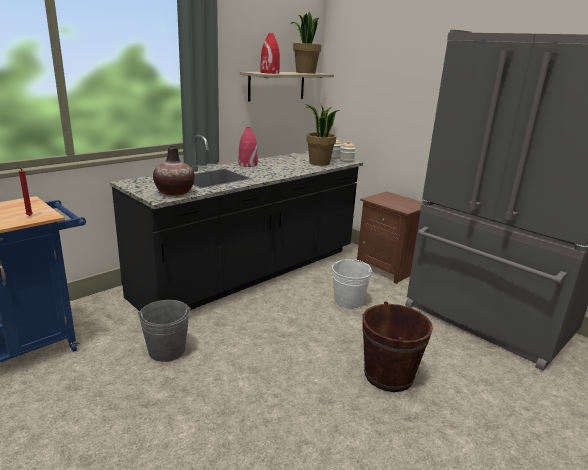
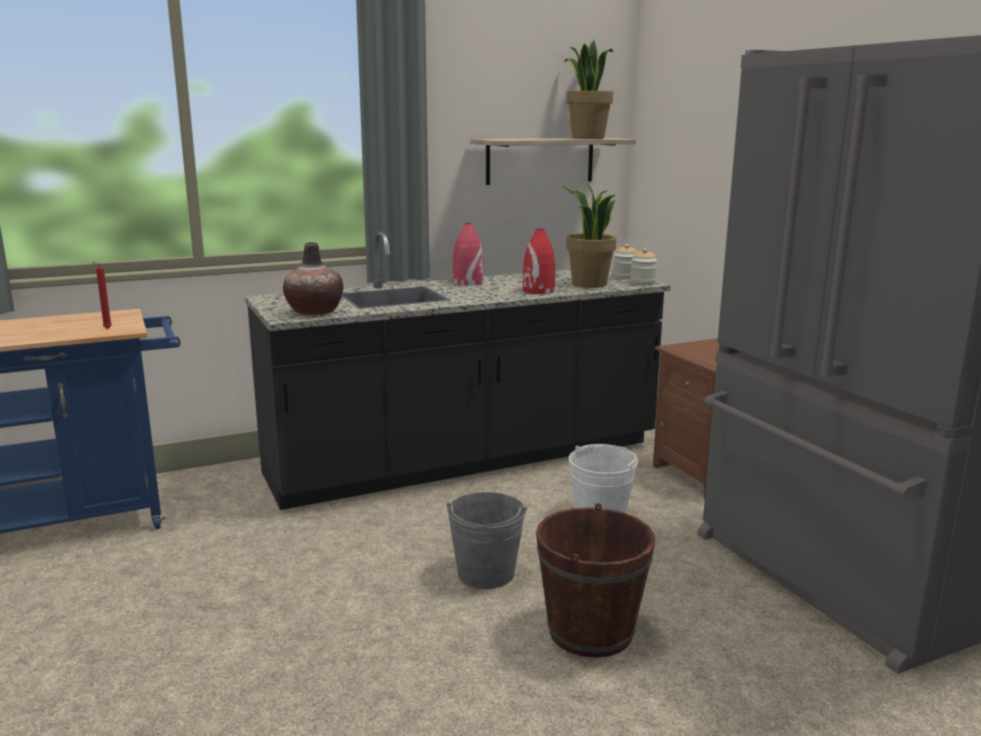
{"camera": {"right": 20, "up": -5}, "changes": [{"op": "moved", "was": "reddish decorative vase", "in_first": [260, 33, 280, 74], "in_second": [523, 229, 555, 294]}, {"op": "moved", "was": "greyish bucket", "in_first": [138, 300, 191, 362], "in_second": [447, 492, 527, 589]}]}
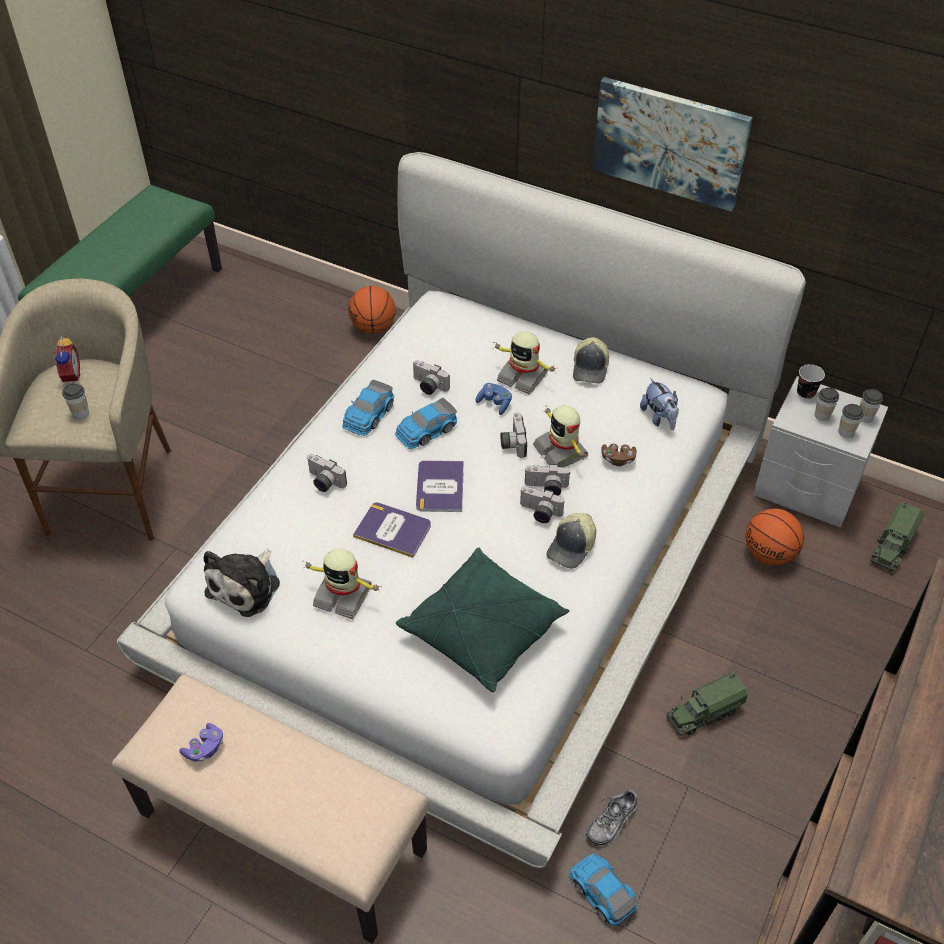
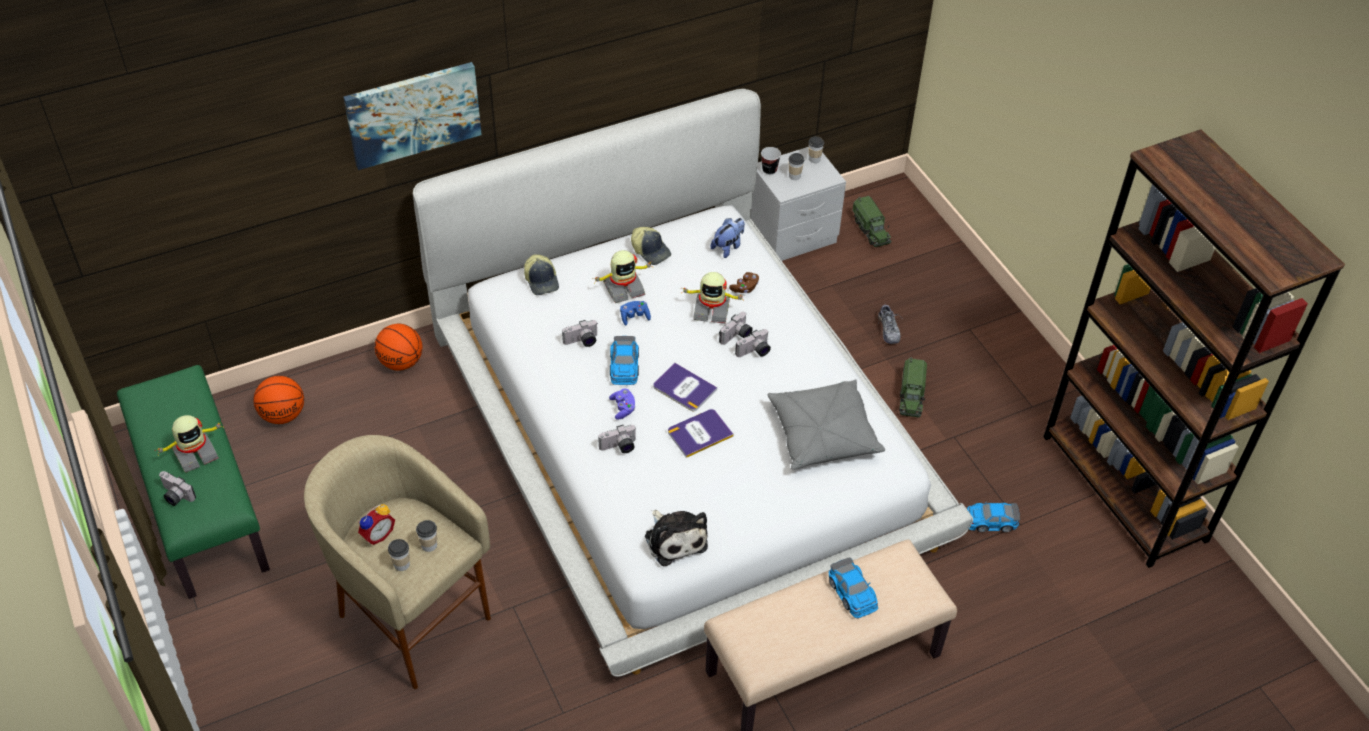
{"camera": {"right": -55, "up": 0}, "changes": [{"op": "moved", "was": "wall picture", "in_first": [592, 77, 753, 211], "in_second": [343, 62, 482, 170]}, {"op": "turned", "was": "bedside clock", "in_first": [52, 336, 80, 383], "in_second": [358, 504, 395, 545], "clockwise": 105}, {"op": "turned", "was": "soft toy", "in_first": [640, 378, 679, 430], "in_second": [711, 218, 745, 258], "clockwise": -60}, {"op": "moved", "was": "model car", "in_first": [342, 380, 394, 436], "in_second": [829, 557, 878, 618]}, {"op": "moved", "was": "small cup", "in_first": [838, 404, 863, 438], "in_second": [388, 539, 410, 571]}, {"op": "moved", "was": "still camera", "in_first": [501, 412, 527, 458], "in_second": [159, 471, 196, 506]}, {"op": "moved", "was": "ball for basketball", "in_first": [746, 508, 804, 565], "in_second": [253, 376, 304, 424]}, {"op": "moved", "was": "baseball cap", "in_first": [546, 513, 596, 569], "in_second": [524, 254, 559, 295]}, {"op": "recoloured", "was": "green cushion", "now": "greyish cushion", "in_first": [396, 547, 570, 692], "in_second": [767, 379, 885, 470]}, {"op": "moved", "was": "toy robot", "in_first": [303, 549, 382, 619], "in_second": [158, 415, 223, 473]}, {"op": "moved", "was": "purple-coloured joypad", "in_first": [179, 723, 223, 762], "in_second": [609, 389, 635, 419]}, {"op": "moved", "was": "item of footwear", "in_first": [586, 789, 638, 845], "in_second": [878, 305, 903, 344]}]}
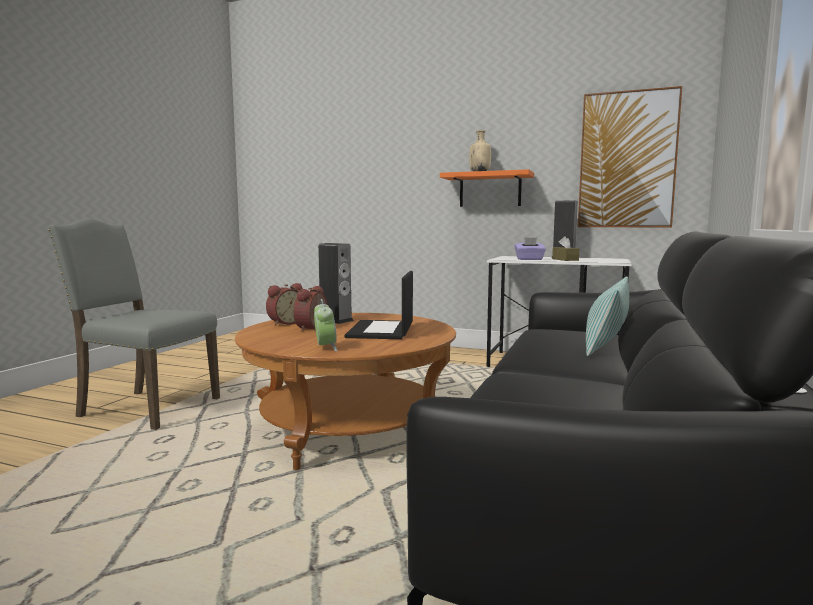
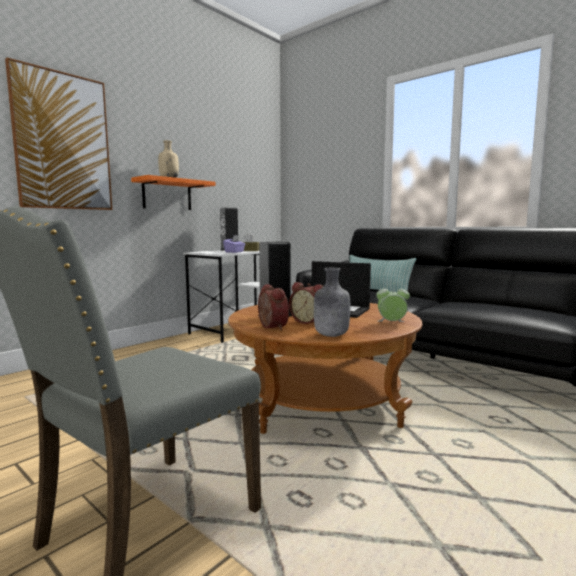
{"camera": {"right": -70, "up": 0}, "changes": [{"op": "moved", "was": "wall picture", "in_first": [578, 86, 682, 227], "in_second": [5, 58, 112, 210]}, {"op": "added", "now": "greyish beverage bottle", "in_second": [314, 268, 350, 337]}]}
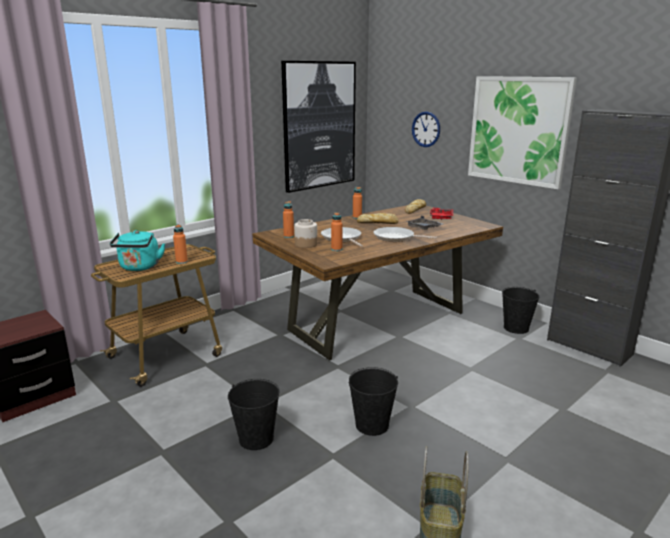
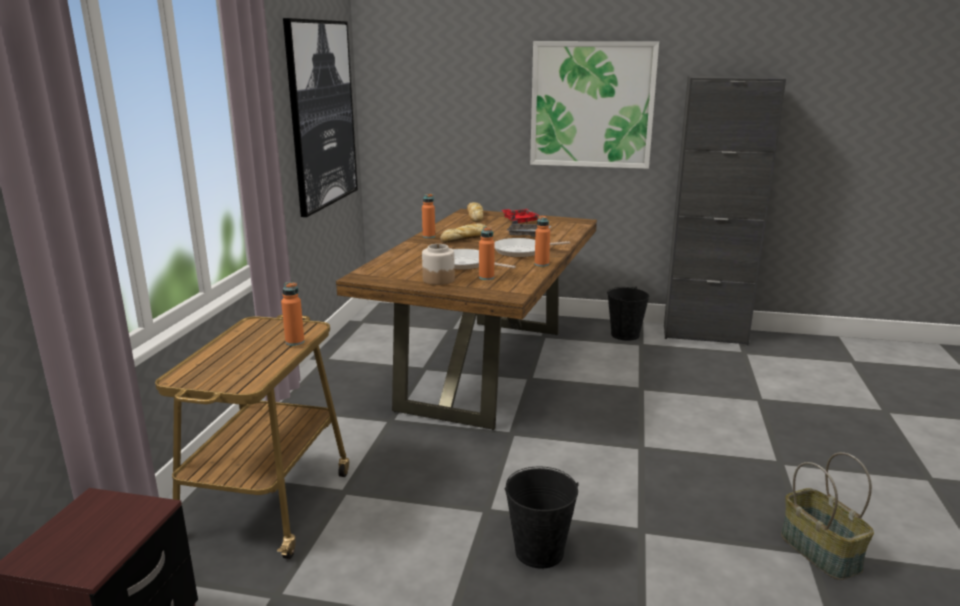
{"camera": {"right": -35, "up": 0}, "changes": [{"op": "removed", "was": "wall clock", "in_first": [412, 112, 440, 147]}, {"op": "moved", "was": "orange-coloured beverage bottle", "in_first": [283, 201, 294, 238], "in_second": [535, 215, 550, 267]}, {"op": "removed", "was": "blue-green tea kettle", "in_first": [110, 230, 165, 271]}, {"op": "removed", "was": "blackish bucket", "in_first": [348, 367, 398, 436]}]}
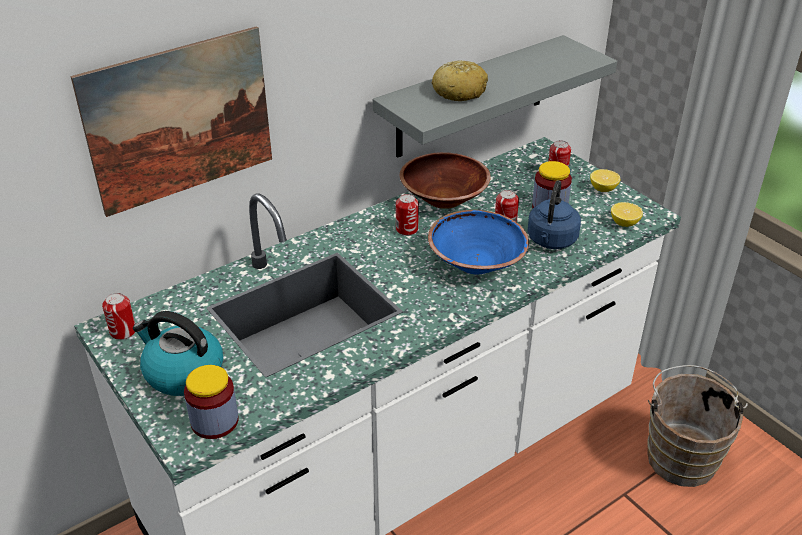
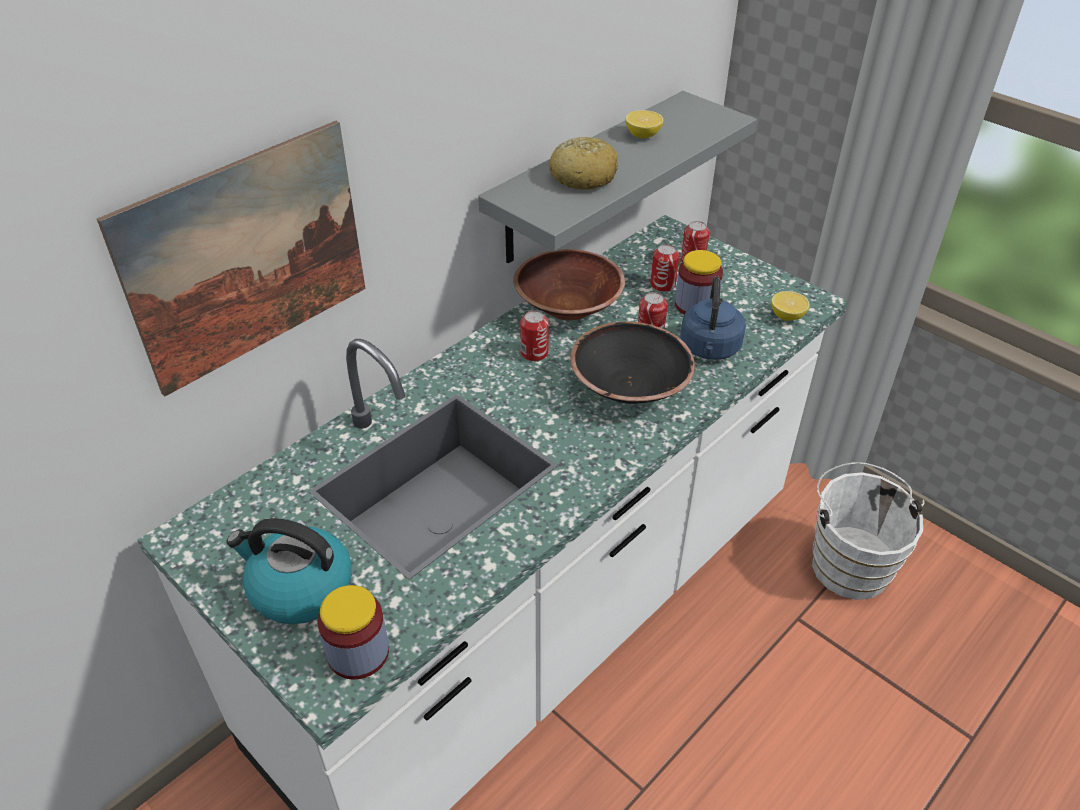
{"camera": {"right": -10, "up": 5}, "changes": [{"op": "moved", "was": "citrus fruit", "in_first": [590, 169, 620, 192], "in_second": [626, 110, 663, 139]}, {"op": "recoloured", "was": "blue bowl", "now": "blackish bowl", "in_first": [428, 210, 529, 274], "in_second": [570, 321, 695, 404]}, {"op": "moved", "was": "sealed can", "in_first": [102, 293, 135, 340], "in_second": [650, 244, 679, 292]}, {"op": "recoloured", "was": "brown-coloured bucket", "now": "whitish bucket", "in_first": [647, 365, 748, 487], "in_second": [812, 462, 925, 600]}]}
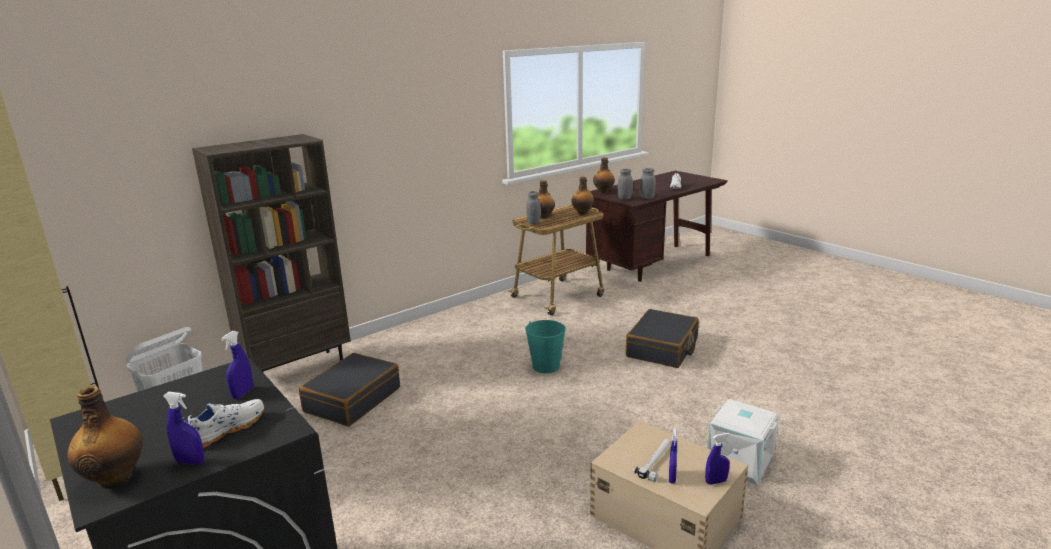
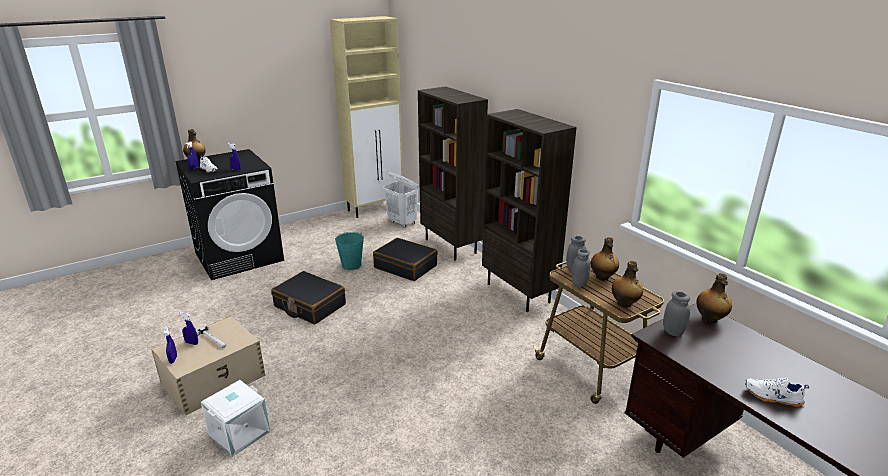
{"camera": {"right": 95, "up": 5}, "changes": [{"op": "moved", "was": "greyish jar", "in_first": [640, 168, 656, 199], "in_second": [572, 249, 590, 287]}, {"op": "moved", "was": "blackish travel case", "in_first": [626, 309, 699, 368], "in_second": [271, 271, 346, 325]}, {"op": "moved", "was": "blue-green bucket", "in_first": [525, 320, 566, 373], "in_second": [335, 232, 364, 270]}, {"op": "added", "now": "brown-coloured shelving unit", "in_second": [482, 109, 577, 312]}]}
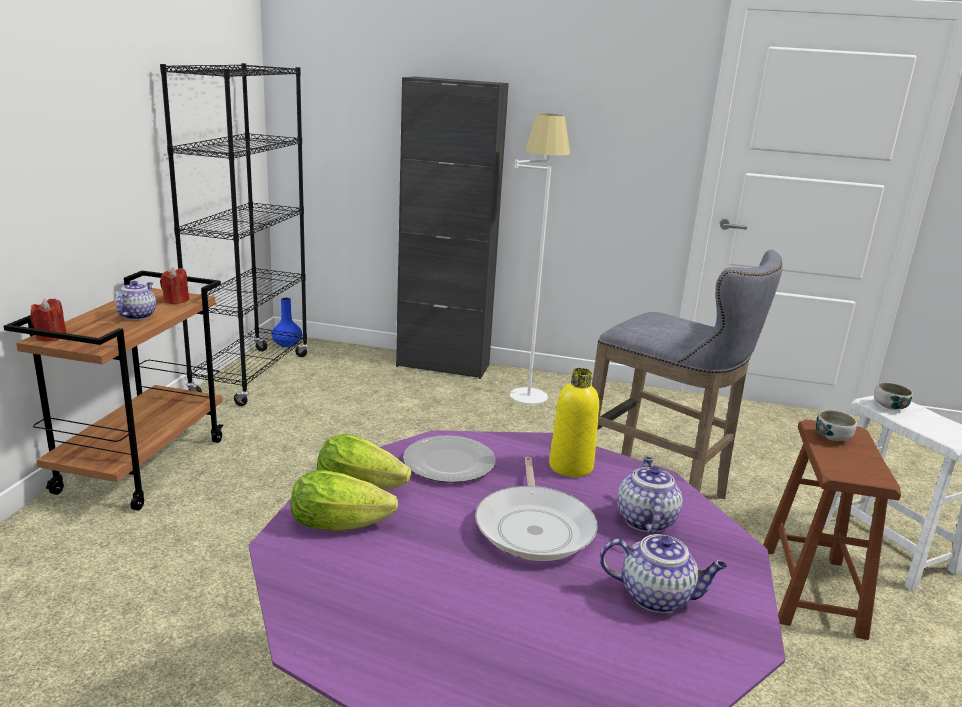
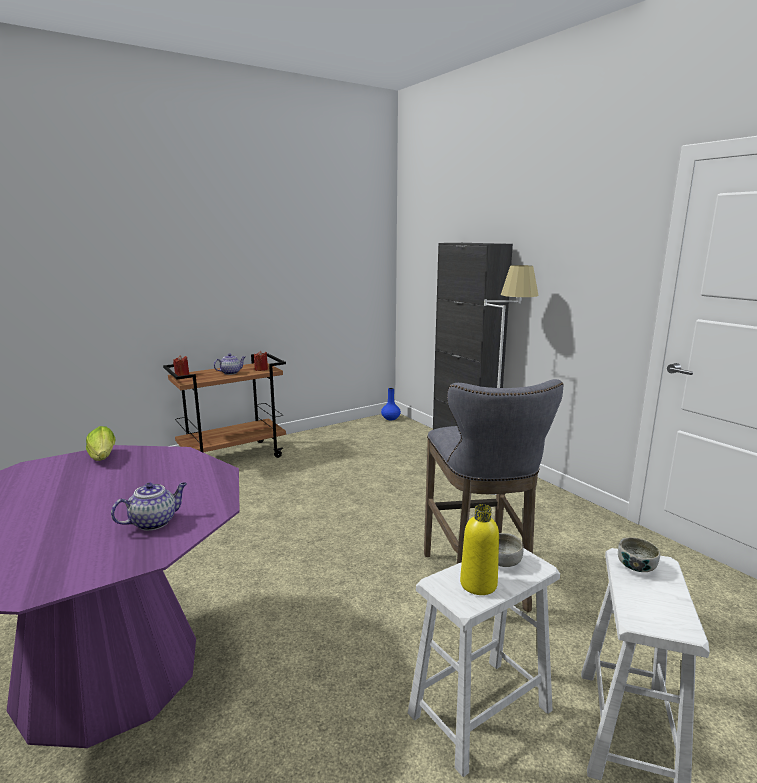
{"camera": {"right": 45, "up": -5}, "changes": [{"op": "removed", "was": "blackish shelving unit", "in_first": [160, 63, 309, 406]}, {"op": "moved", "was": "yellow-coloured beverage bottle", "in_first": [549, 368, 599, 477], "in_second": [460, 504, 499, 595]}, {"op": "recoloured", "was": "brown-coloured stool", "now": "whitish stool", "in_first": [763, 419, 901, 640], "in_second": [408, 548, 560, 777]}, {"op": "removed", "was": "plate", "in_first": [403, 436, 496, 482]}, {"op": "removed", "was": "frying pan", "in_first": [475, 457, 598, 561]}, {"op": "removed", "was": "lettuce", "in_first": [291, 470, 398, 531]}, {"op": "removed", "was": "tea pot", "in_first": [600, 534, 727, 613]}]}
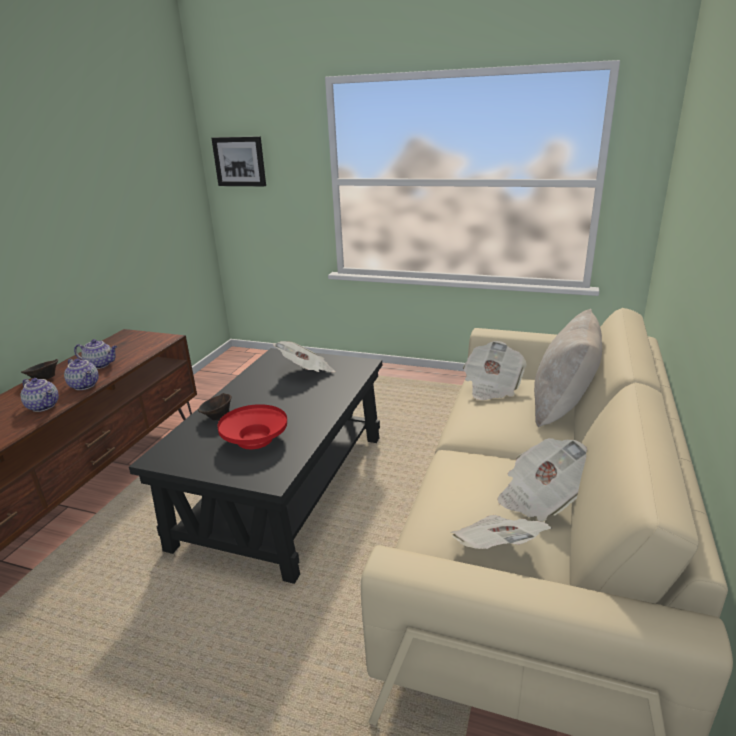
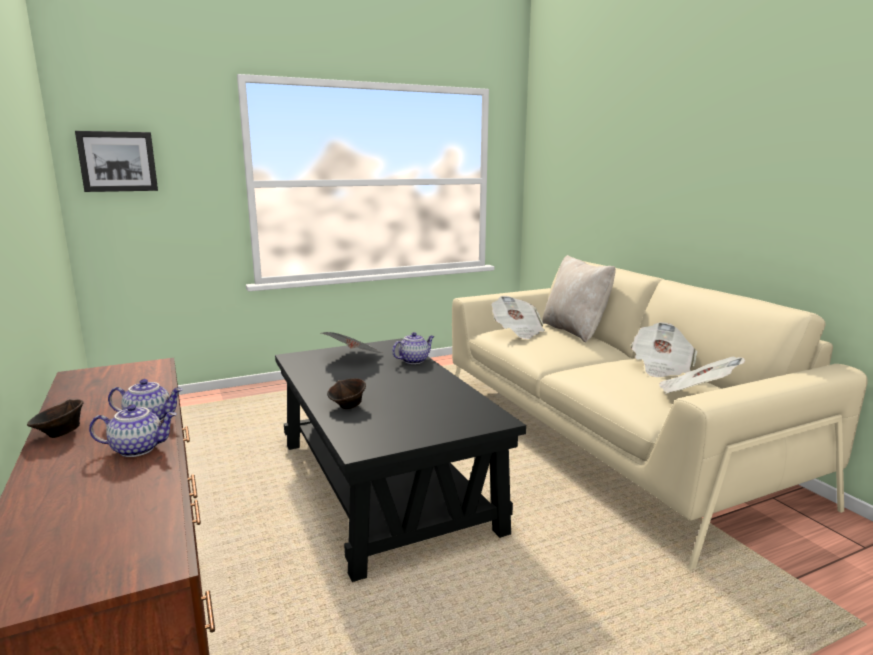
{"camera": {"right": -45, "up": -10}, "changes": [{"op": "moved", "was": "tea pot", "in_first": [74, 339, 117, 369], "in_second": [392, 332, 434, 364]}, {"op": "removed", "was": "reddish bowl", "in_first": [217, 404, 287, 450]}]}
